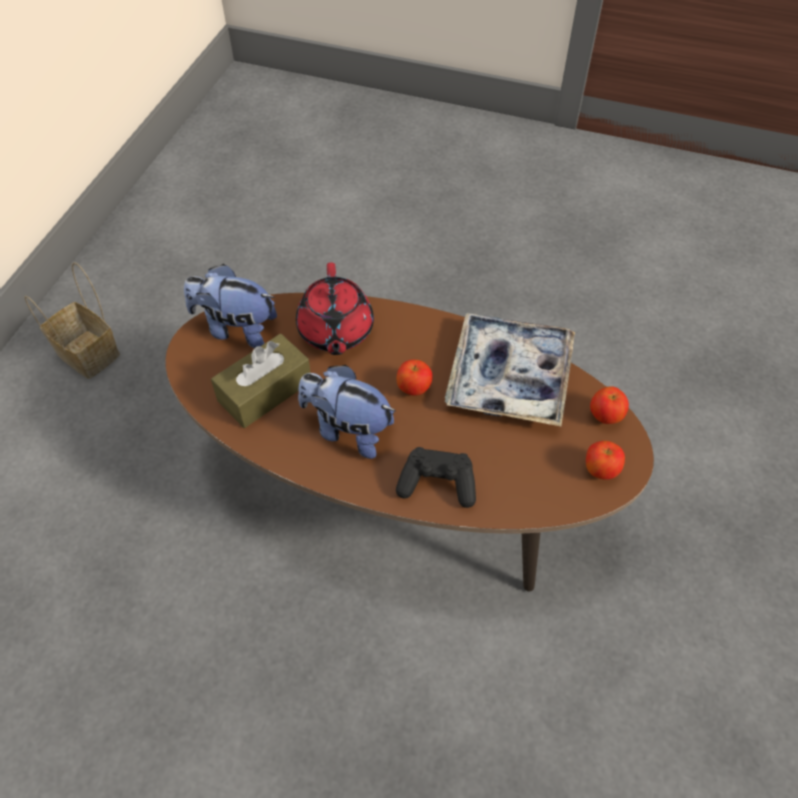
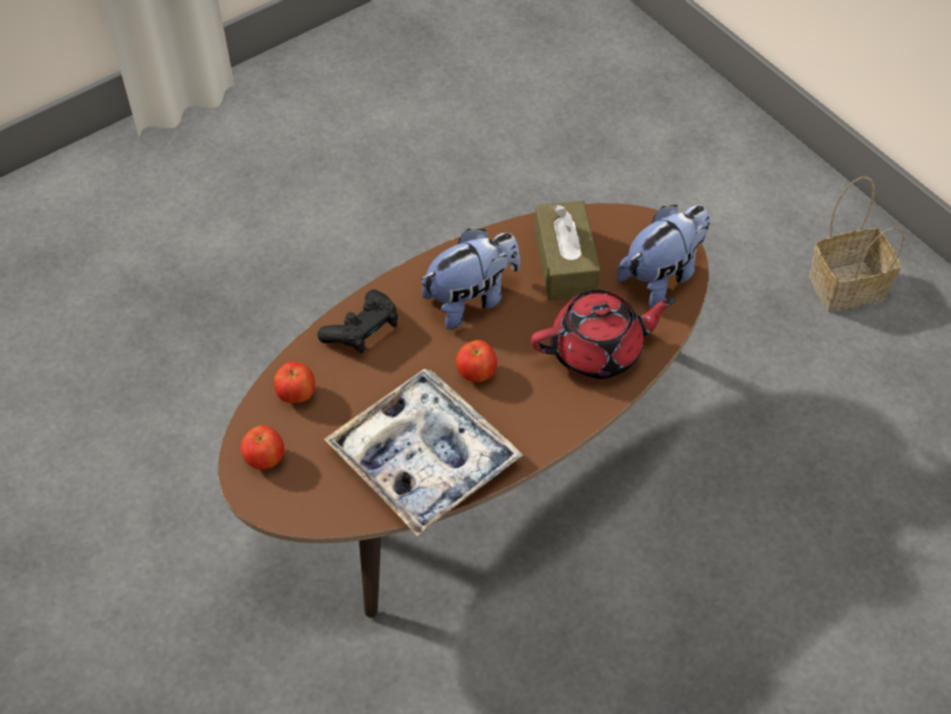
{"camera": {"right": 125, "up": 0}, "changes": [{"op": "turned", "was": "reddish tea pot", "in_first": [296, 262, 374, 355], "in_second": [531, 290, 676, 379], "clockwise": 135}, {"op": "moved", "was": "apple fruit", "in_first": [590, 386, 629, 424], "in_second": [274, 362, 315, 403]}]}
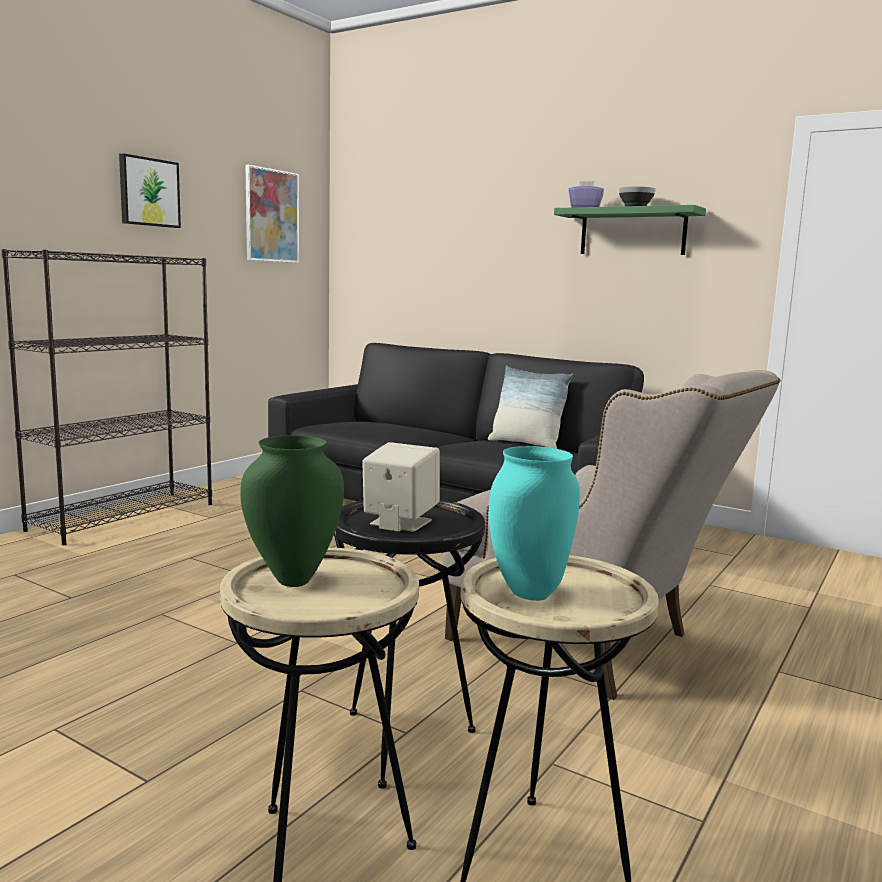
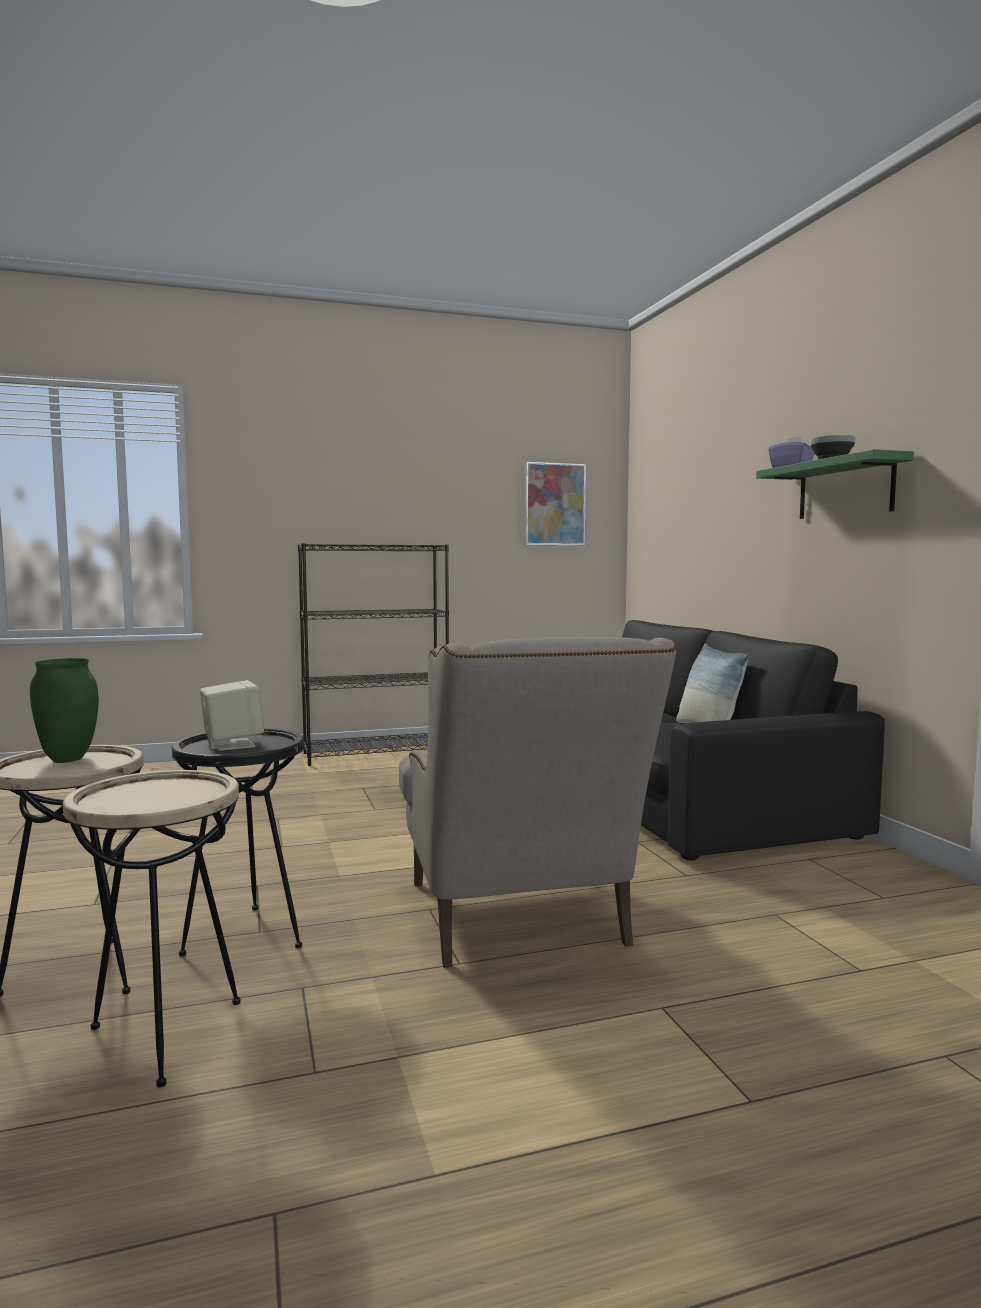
{"camera": {"right": 40, "up": -5}, "changes": [{"op": "removed", "was": "wall picture", "in_first": [119, 153, 181, 228]}, {"op": "removed", "was": "blue-green decorative vase", "in_first": [489, 446, 580, 601]}]}
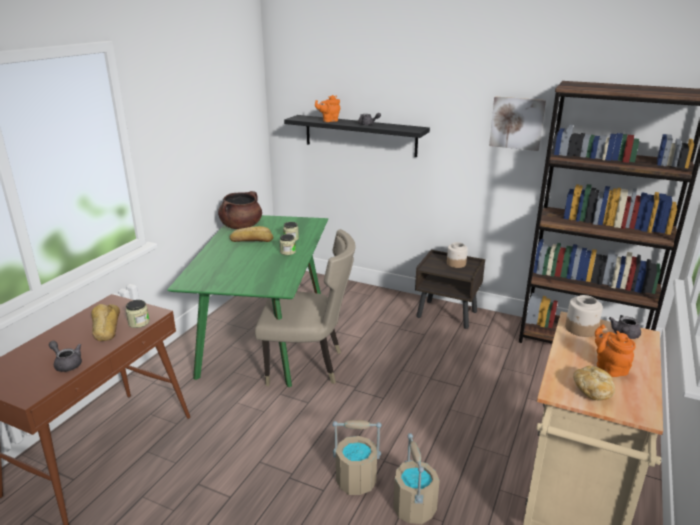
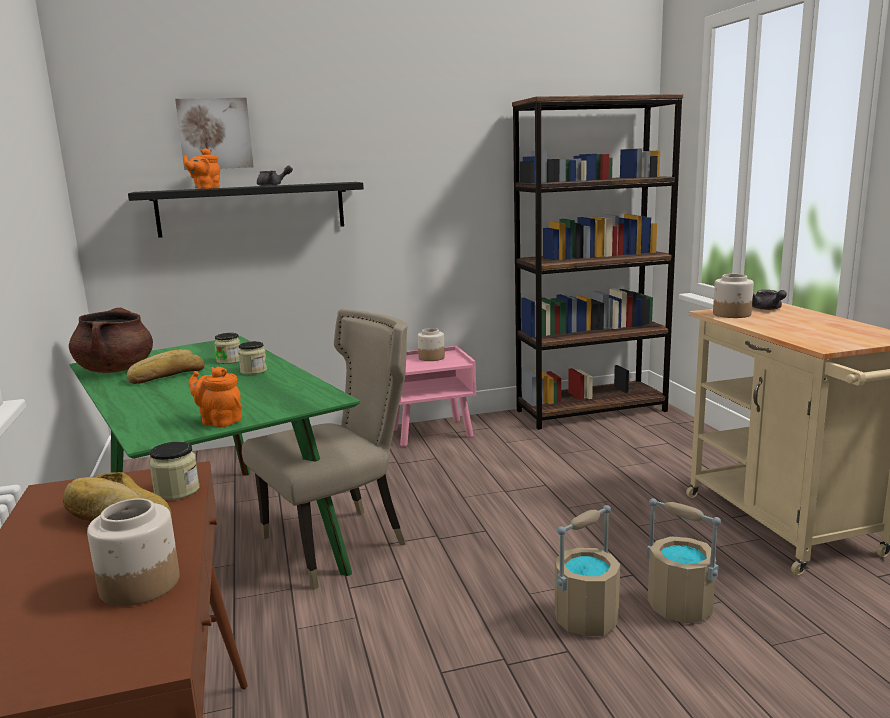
{"camera": {"right": -40, "up": -10}, "changes": [{"op": "moved", "was": "wall picture", "in_first": [489, 96, 546, 151], "in_second": [175, 98, 254, 170]}, {"op": "recoloured", "was": "brown-coloured nightstand", "now": "pink nightstand", "in_first": [415, 250, 485, 329], "in_second": [394, 346, 476, 447]}, {"op": "moved", "was": "orange-coloured tea pot", "in_first": [595, 325, 636, 377], "in_second": [188, 367, 242, 428]}, {"op": "replaced", "was": "greyish tea pot", "now": "jar", "in_first": [49, 341, 82, 372], "in_second": [87, 499, 180, 606]}, {"op": "removed", "was": "baked bread", "in_first": [573, 366, 615, 401]}]}
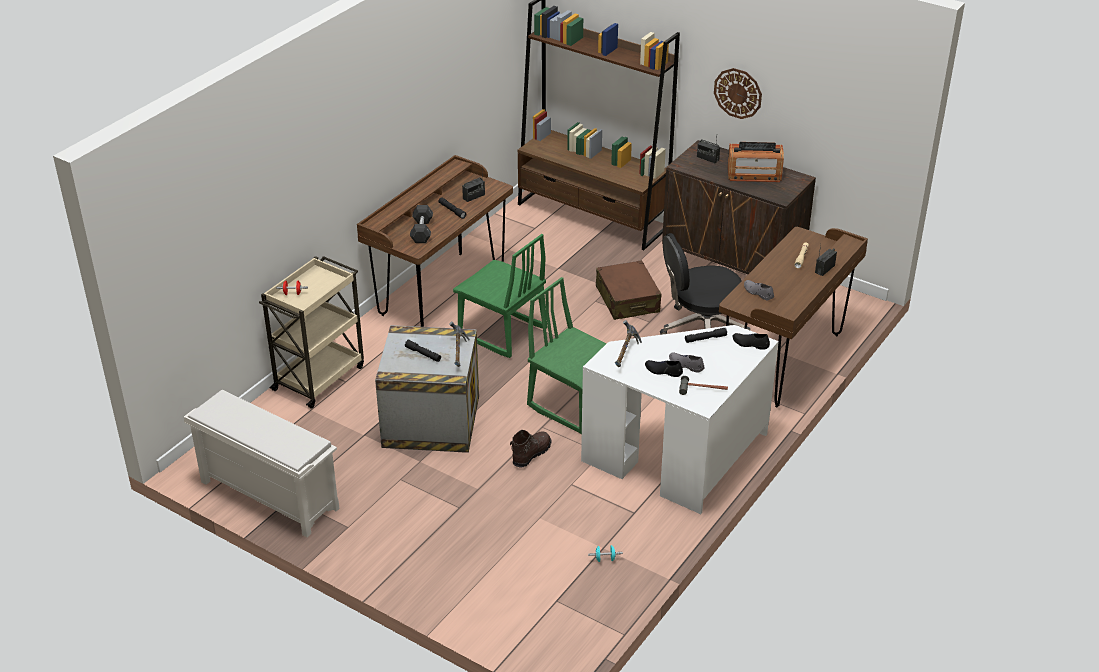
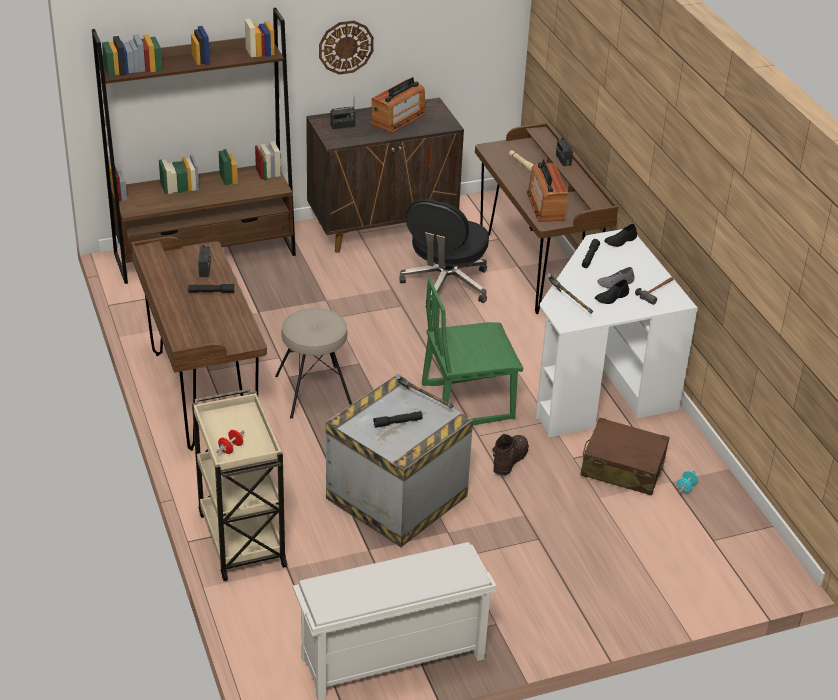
{"camera": {"right": -55, "up": 0}, "changes": [{"op": "removed", "was": "greyish hand weight", "in_first": [410, 205, 433, 243]}, {"op": "replaced", "was": "green chair", "now": "beige-coloured stool", "in_first": [453, 234, 547, 358], "in_second": [275, 308, 352, 419]}, {"op": "moved", "was": "brown-coloured travel case", "in_first": [596, 260, 661, 320], "in_second": [580, 418, 669, 496]}, {"op": "replaced", "was": "greyish item of footwear", "now": "radio receiver", "in_first": [744, 280, 774, 301], "in_second": [527, 159, 568, 222]}, {"op": "turned", "was": "brown-coloured boot", "in_first": [510, 430, 552, 467], "in_second": [492, 434, 529, 476], "clockwise": 45}]}
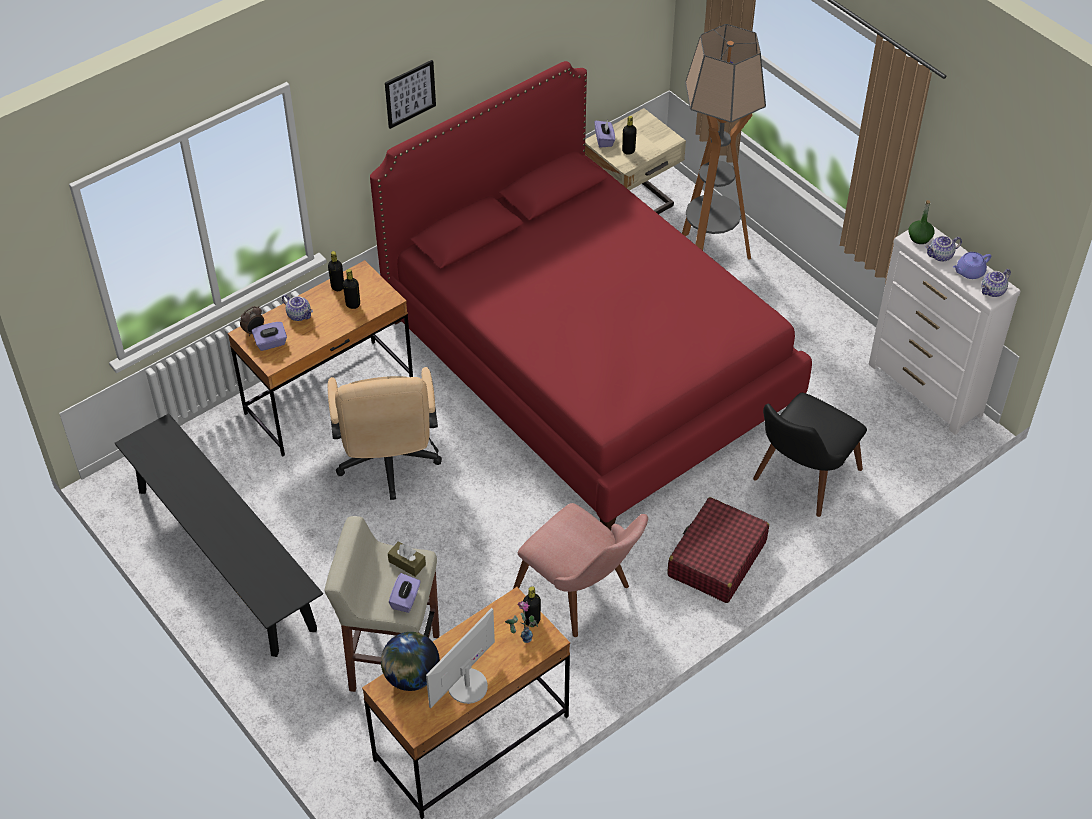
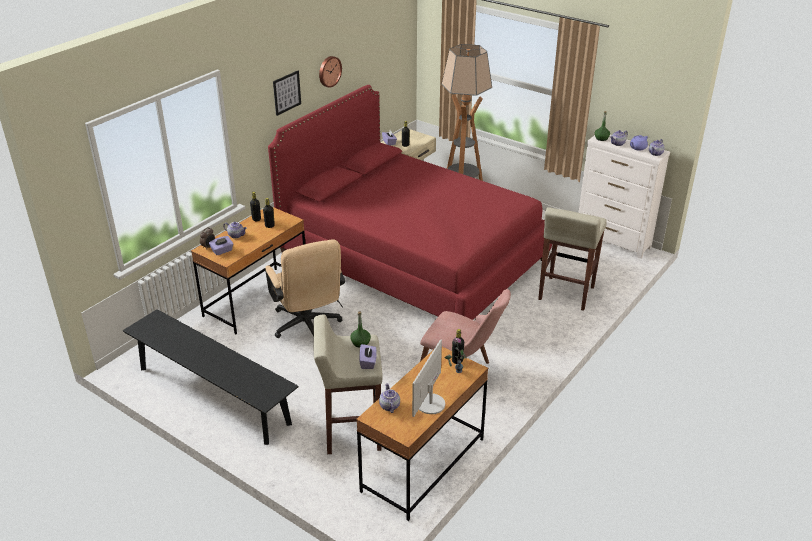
{"camera": {"right": -15, "up": -15}, "changes": [{"op": "replaced", "was": "blackish chair", "now": "beige-coloured stool", "in_first": [753, 393, 867, 517], "in_second": [538, 207, 607, 311]}, {"op": "removed", "was": "reddish travel case", "in_first": [667, 497, 769, 603]}, {"op": "replaced", "was": "brown-coloured tissue box", "now": "green beverage bottle", "in_first": [388, 541, 426, 577], "in_second": [350, 311, 371, 348]}, {"op": "replaced", "was": "desk globe", "now": "tea pot", "in_first": [381, 632, 440, 691], "in_second": [379, 383, 400, 413]}, {"op": "added", "now": "wall clock", "in_second": [319, 56, 342, 88]}]}
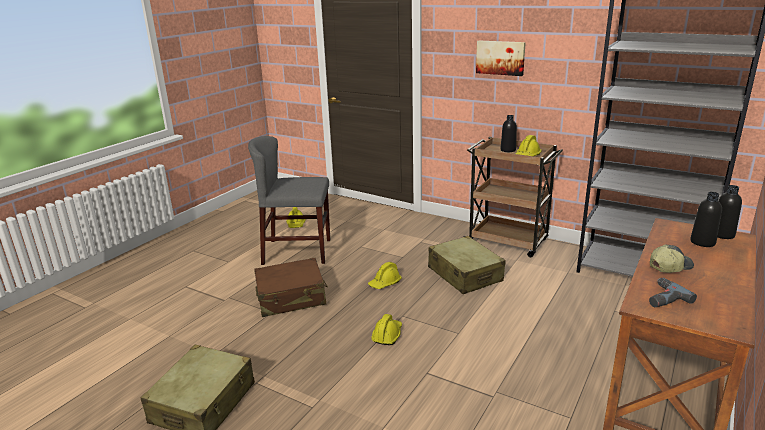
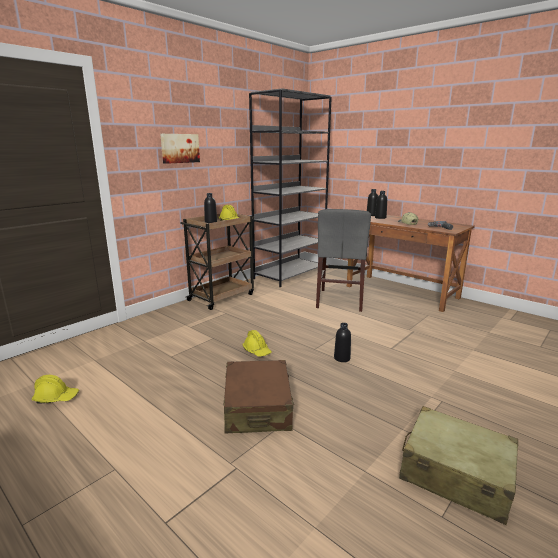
{"camera": {"right": -80, "up": -5}, "changes": [{"op": "moved", "was": "greyish chair", "in_first": [248, 136, 330, 265], "in_second": [316, 209, 371, 312]}, {"op": "removed", "was": "beige-coloured travel case", "in_first": [428, 236, 506, 294]}, {"op": "replaced", "was": "yellow-coloured safety helmet", "now": "blackish beverage bottle", "in_first": [371, 314, 402, 345], "in_second": [334, 323, 351, 362]}]}
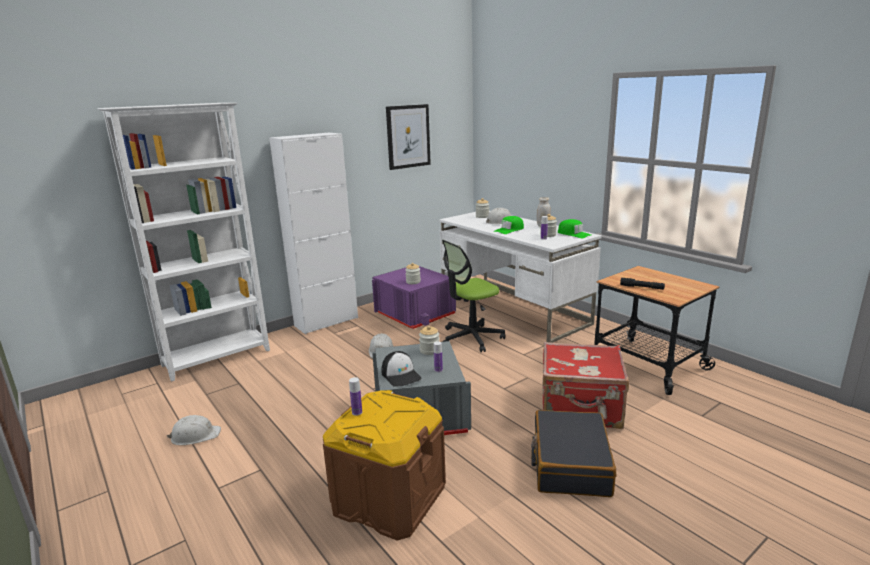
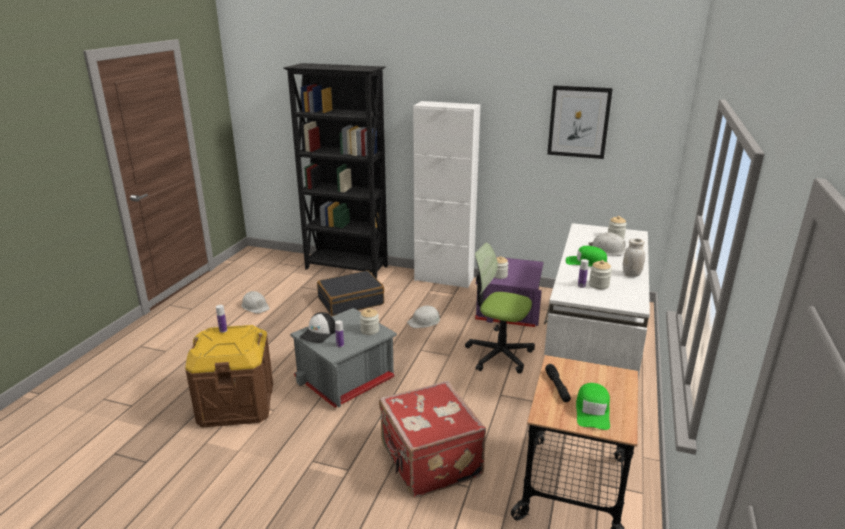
{"camera": {"right": 55, "up": 5}, "changes": [{"op": "recoloured", "was": "whitish shelving unit", "now": "blackish shelving unit", "in_first": [98, 103, 270, 382], "in_second": [283, 63, 388, 279]}, {"op": "moved", "was": "green baseball cap", "in_first": [558, 219, 591, 238], "in_second": [576, 383, 610, 430]}, {"op": "moved", "was": "blackish travel case", "in_first": [531, 410, 616, 497], "in_second": [317, 270, 384, 316]}]}
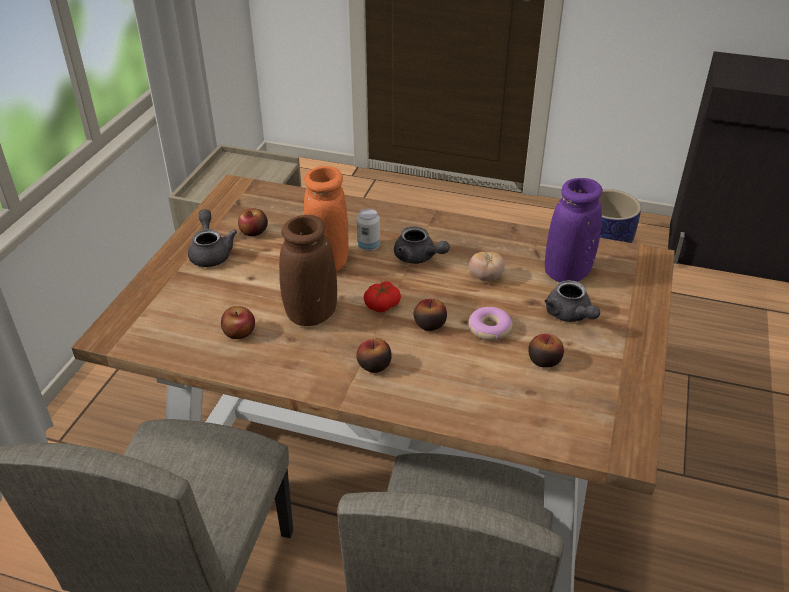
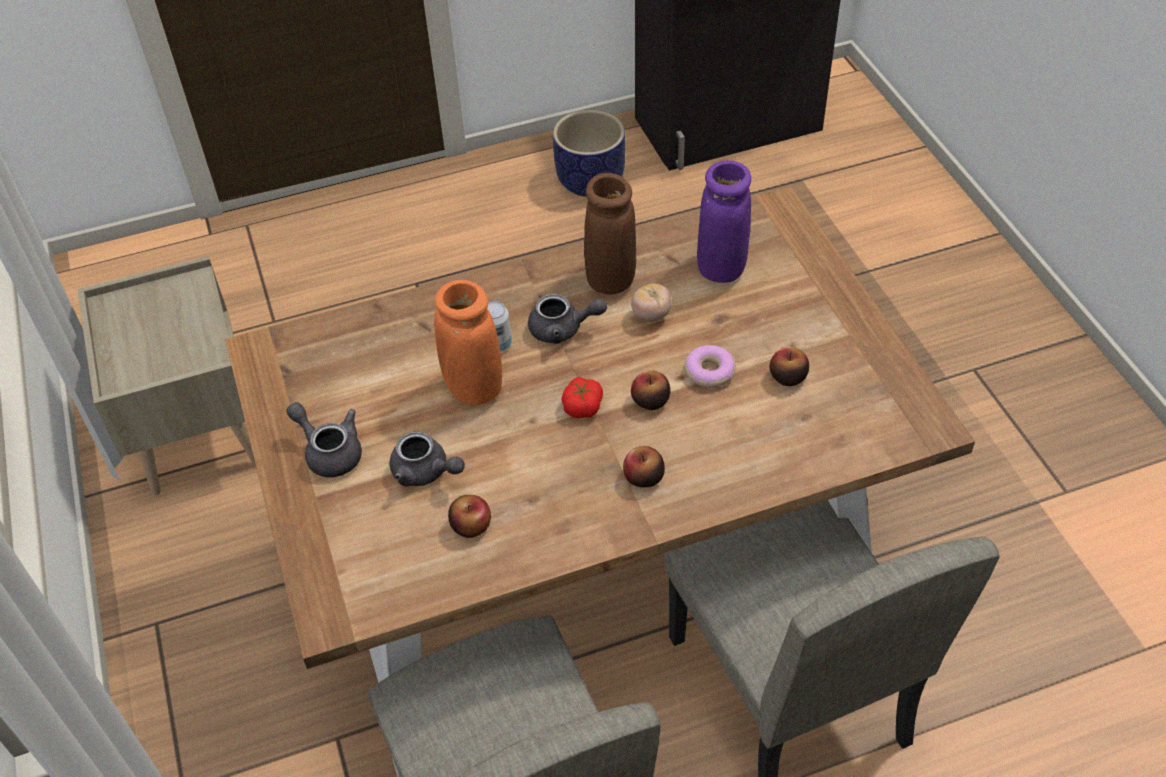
{"camera": {"right": -35, "up": 10}, "changes": [{"op": "removed", "was": "apple fruit", "in_first": [238, 208, 268, 236]}, {"op": "moved", "was": "brown-coloured decorative vase", "in_first": [279, 215, 337, 326], "in_second": [584, 173, 636, 294]}, {"op": "moved", "was": "greyish tea pot", "in_first": [545, 280, 600, 322], "in_second": [390, 432, 465, 487]}]}
